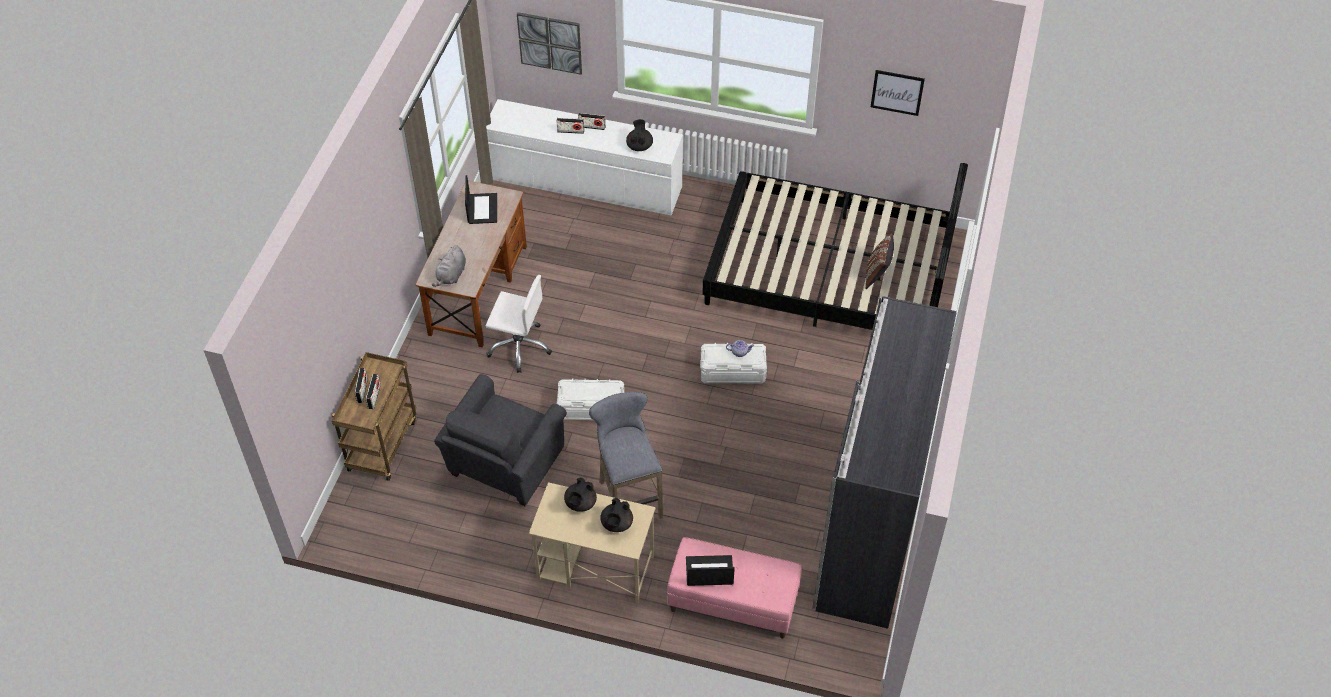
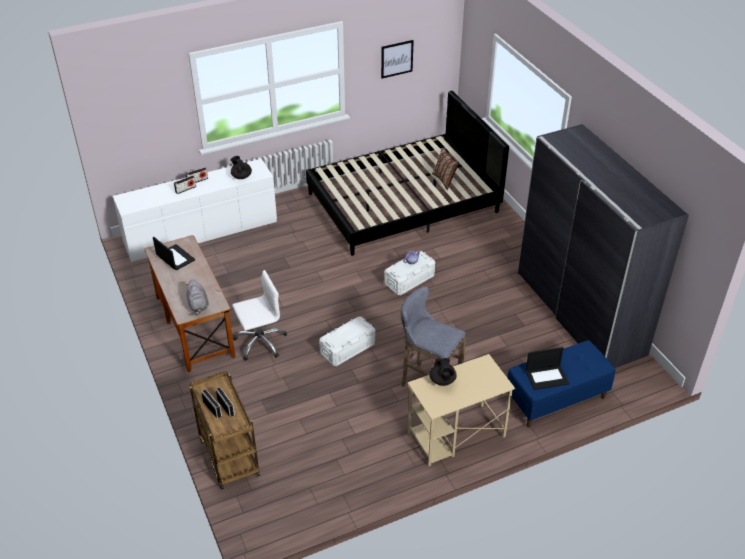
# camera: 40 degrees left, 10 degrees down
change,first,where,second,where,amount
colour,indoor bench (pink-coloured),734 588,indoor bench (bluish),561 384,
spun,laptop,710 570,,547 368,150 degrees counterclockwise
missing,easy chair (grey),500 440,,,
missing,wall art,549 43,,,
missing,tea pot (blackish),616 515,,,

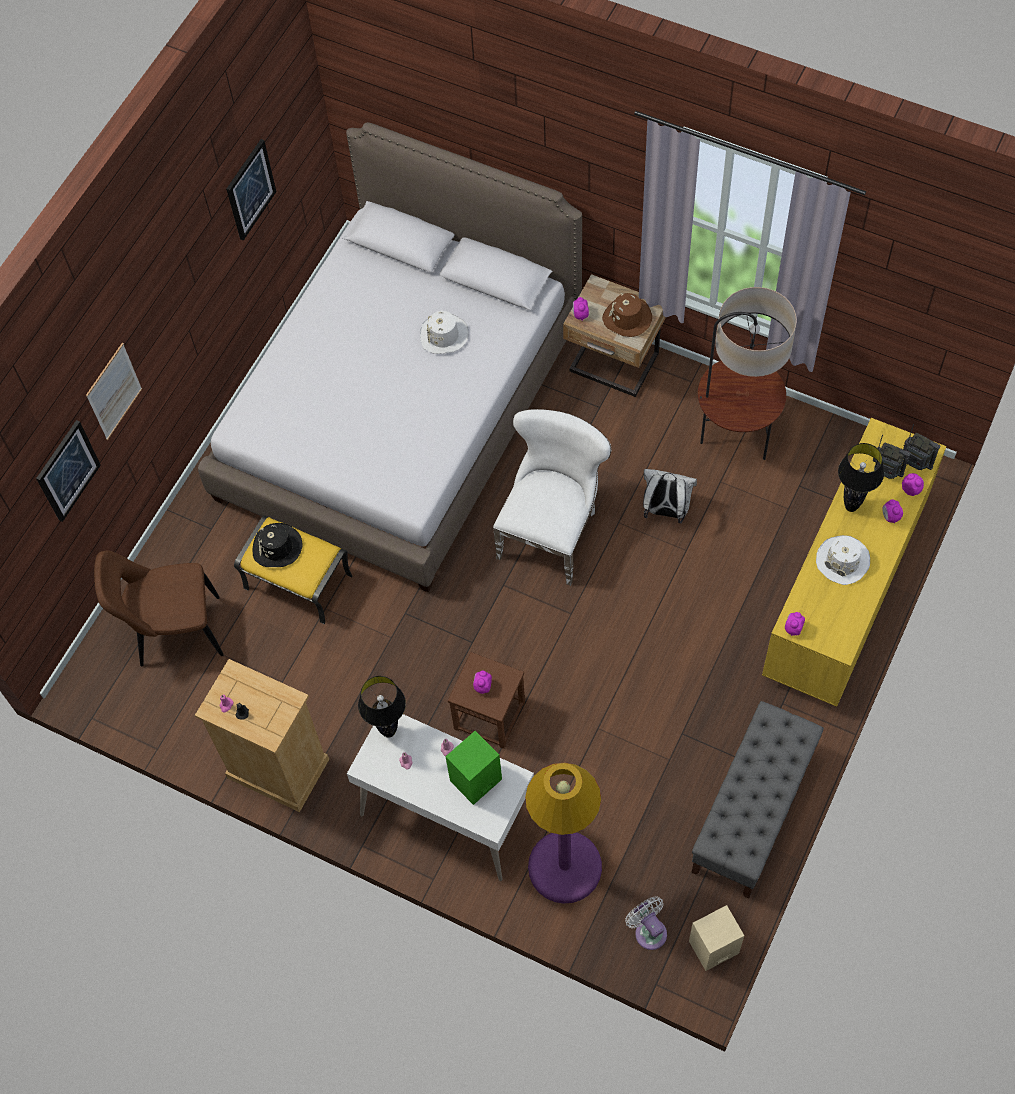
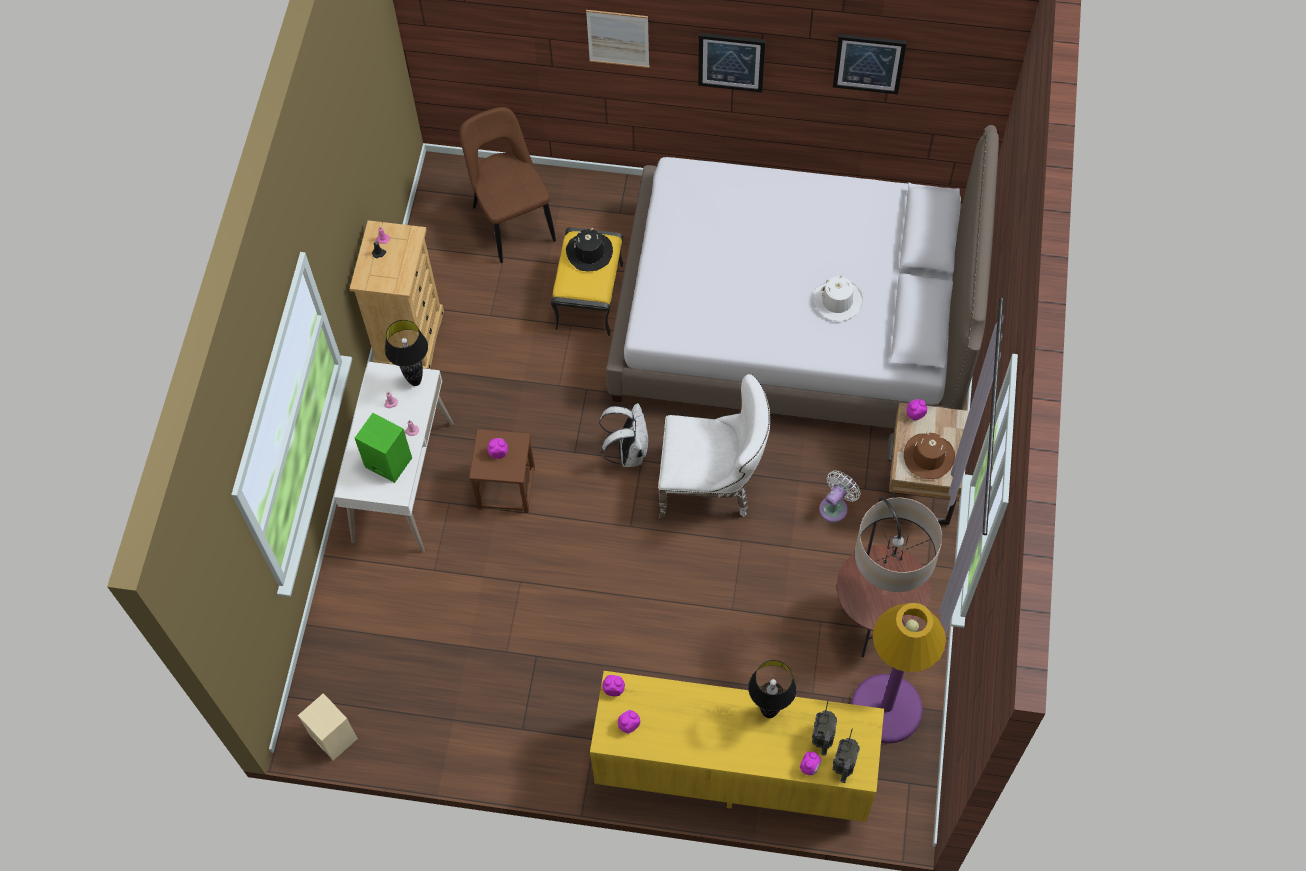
# camera: 70 degrees right, 0 degrees up
change,first,where,second,where,amount
relocated,rucksack (white-coloured),670 496,,624 435,
relocated,bedside clock,892 511,,629 722,
relocated,wall art,68 471,,732 62,
relocated,electric fan (white-coloured),646 923,,839 496,
relocated,standard lamp (purple),563 833,,898 673,
missing,indoor bench (grey),758 800,,,
missing,wearable hat (white-coloured),843 560,,,

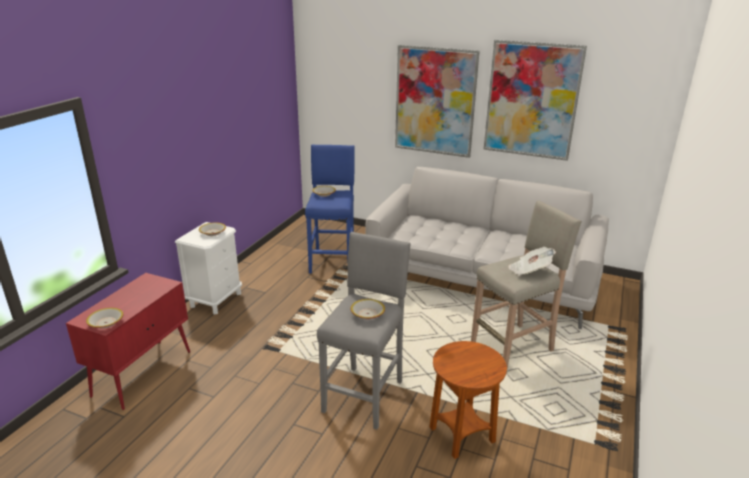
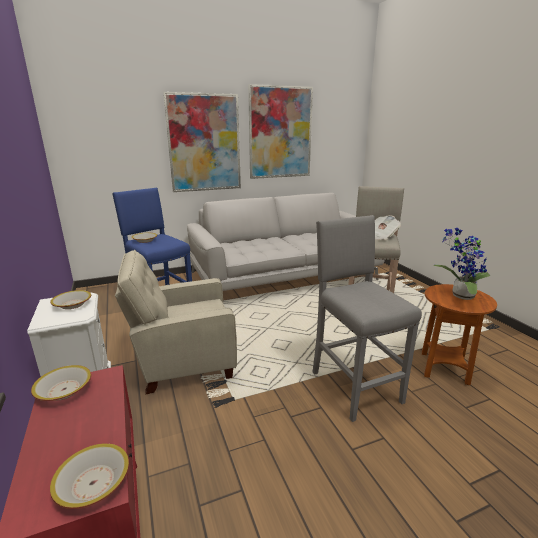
# camera: 45 degrees left, 5 degrees down
change,first,where,second,where,amount
relocated,bowl,368 309,,61 383,
appeared,,,easy chair (sand-coloured),176 322,
appeared,,,potted plant,462 264,

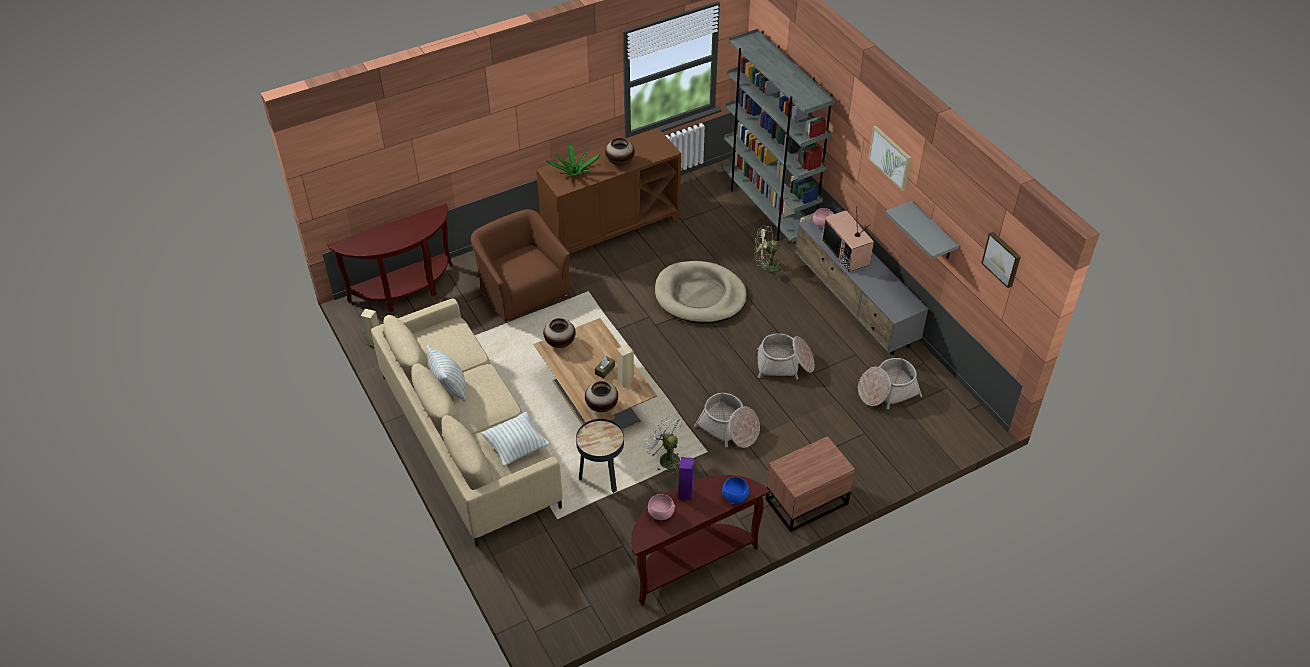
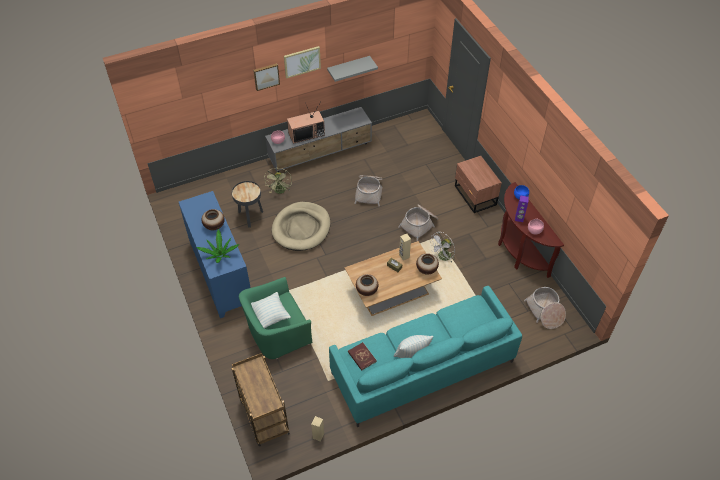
# camera: 85 degrees left, 5 degrees up
change,first,where,second,where,amount
colour,cupboard (brown),608 190,cupboard (bluish),215 254,
relocated,end table (blackish),600 456,,247 204,
exchanged,narrow table (brown),390 258,wheeled cart (brown),261 400,
colour,easy chair (brown),521 265,easy chair (green-coloured),275 318,
relocated,pillow,515 439,,271 310,
relocated,wall art,1001 260,,266 77,
colour,couch (sand-coloured),467 422,couch (turquoise),425 356,
appeared,,,bound book (red),362 356,
relocated,basket,890 383,,545 308,
missing,bookshelf (grey),778 136,,,

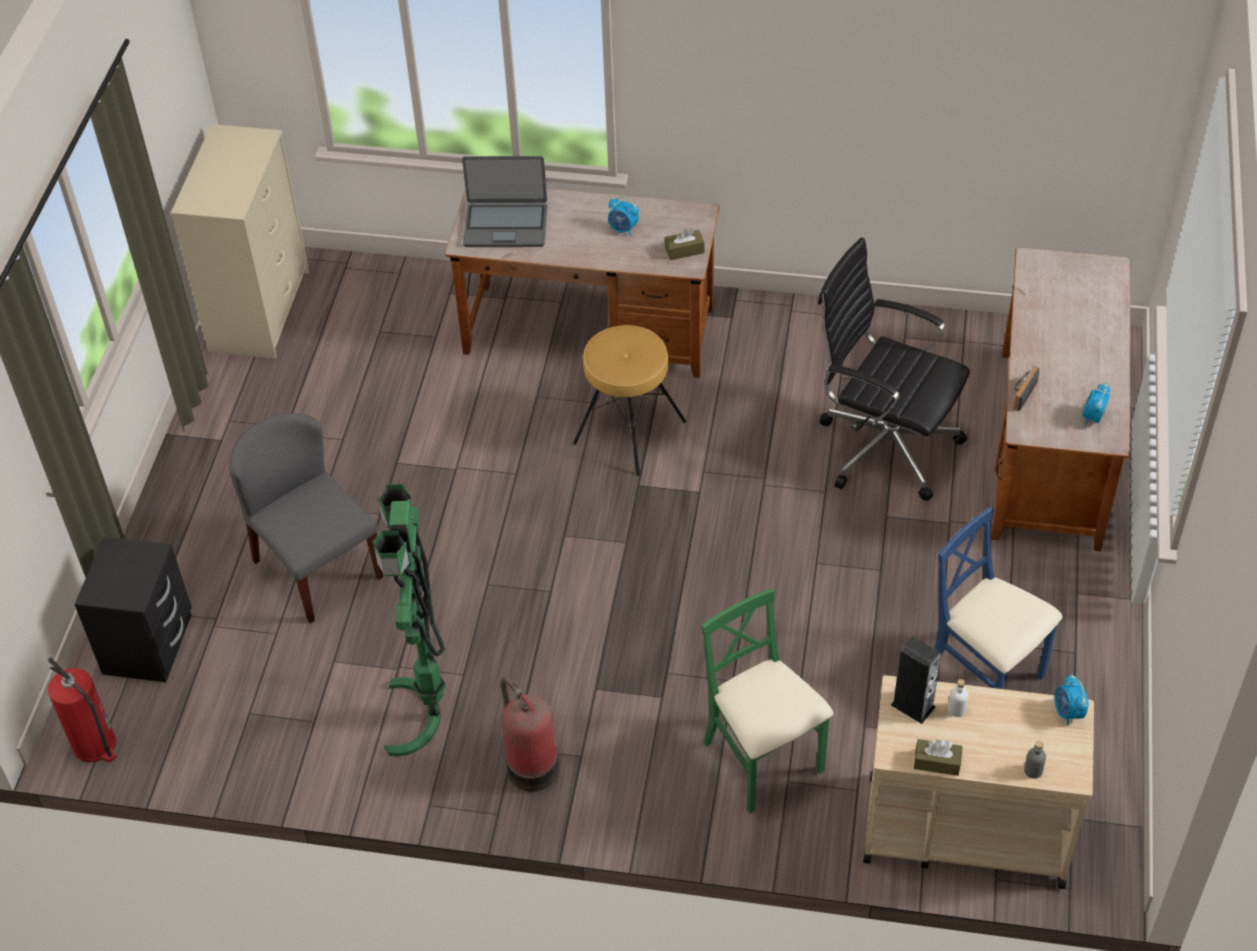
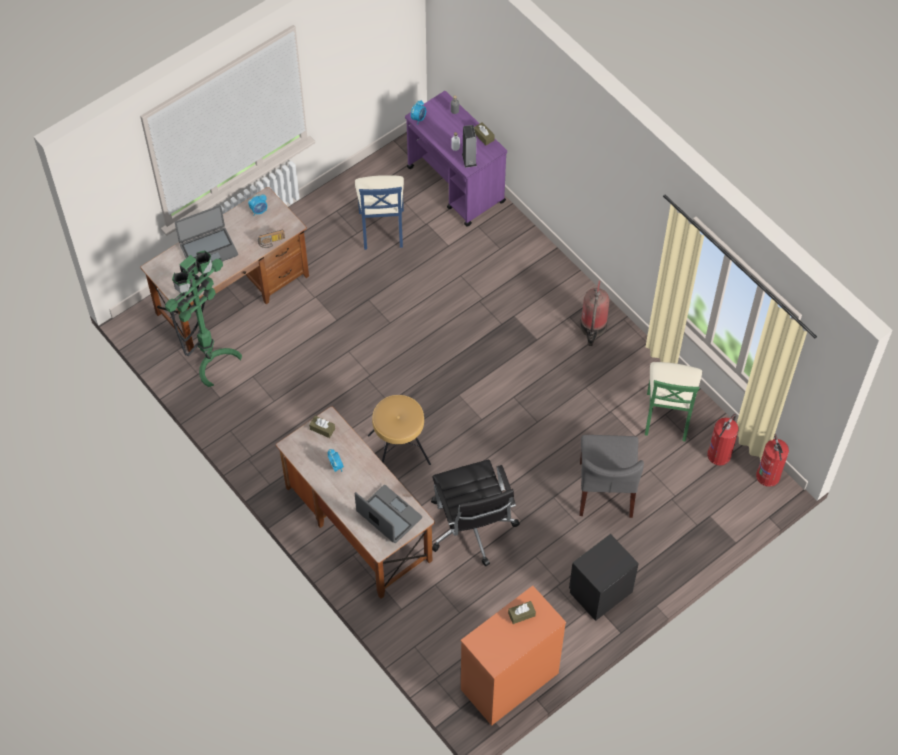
# camera: 140 degrees left, 10 degrees up
change,first,where,second,where,amount
relocated,standard lamp (green-coloured),409 620,,203 318,
appeared,,,laptop,206 233,
colour,wheeled cart (sand-coloured),978 782,wheeled cart (purple),456 159,
relocated,desk chair (blackish),894 369,,475 513,
colour,dresser (sand-coloured),240 241,dresser (orange),513 656,
appeared,,,tissue box (brown),522 612,
relocated,nightstand (blackish),133 609,,604 577,
relocated,upright chair (green-coloured),767 700,,673 401,
appeared,,,fire-fighting cylinder,723 440,

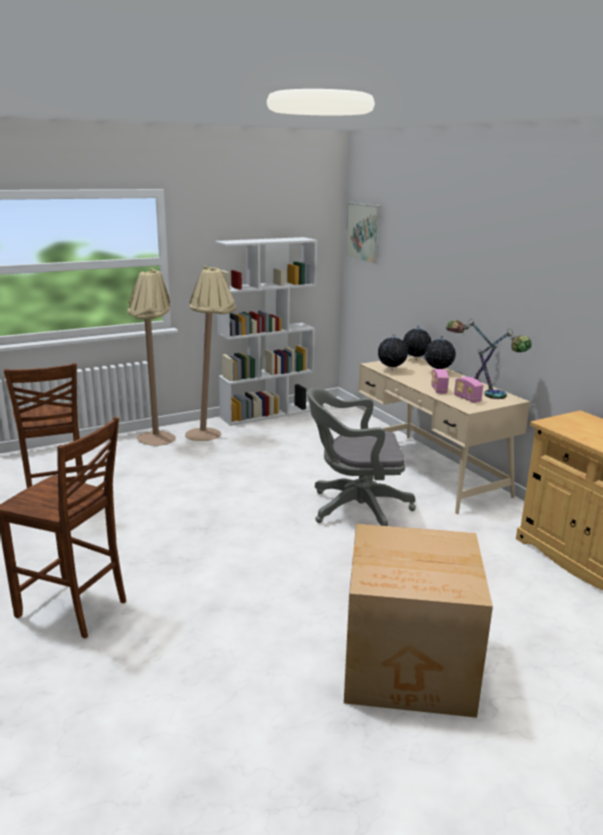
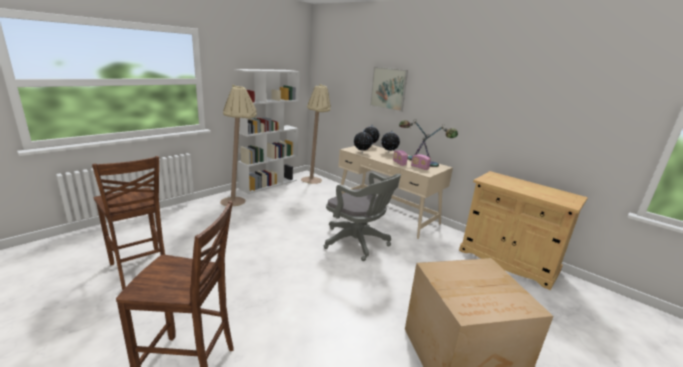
# camera: 20 degrees left, 0 degrees up
change,first,where,second,where,amount
relocated,standard lamp (sand-coloured),151 357,,316 134,
spun,desk chair (grey),362 456,,362 216,120 degrees counterclockwise
relocated,wall art,363 233,,389 89,

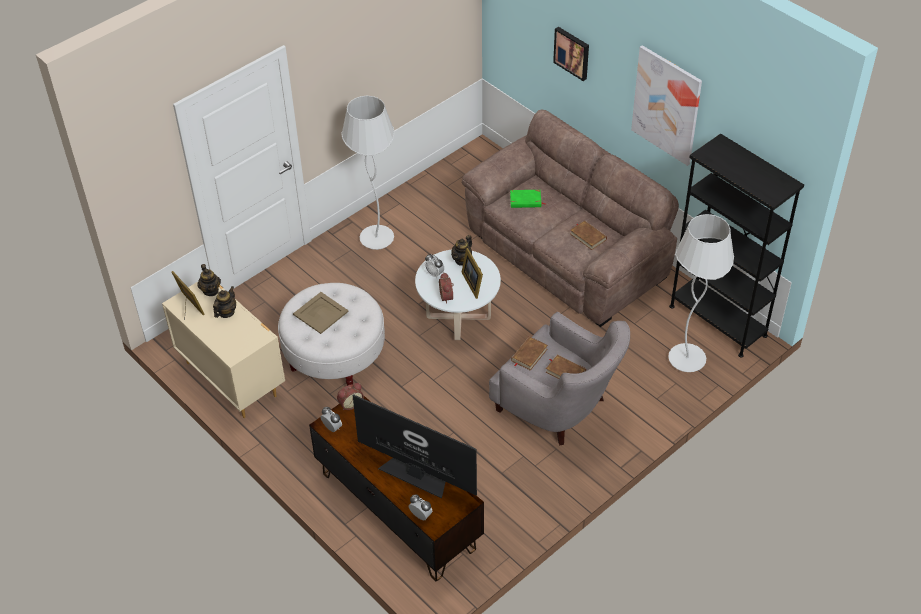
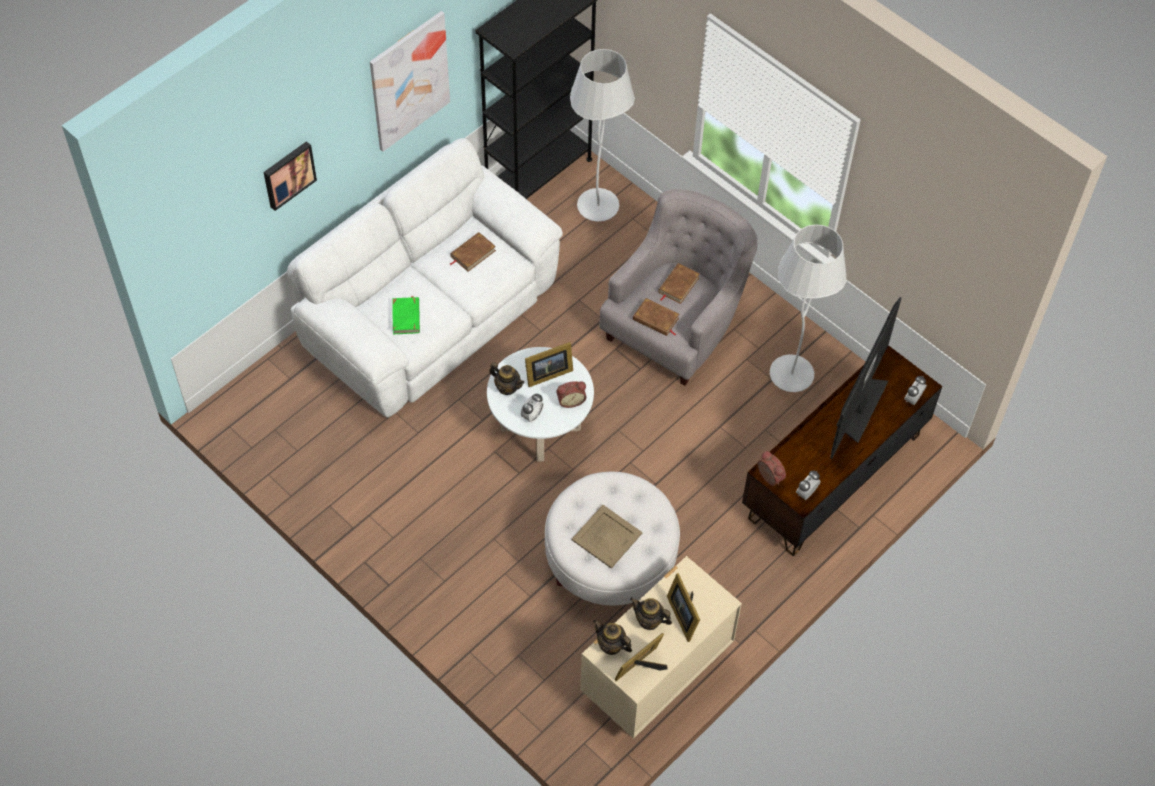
# camera: 95 degrees left, 10 degrees up
change,first,where,second,where,amount
colour,couch (brown),570 218,couch (white-coloured),425 278,
spun,tea pot,209 280,,612 637,120 degrees counterclockwise
appeared,,,photo frame,683 607,
relocated,standard lamp (white-coloured),368 173,,808 308,

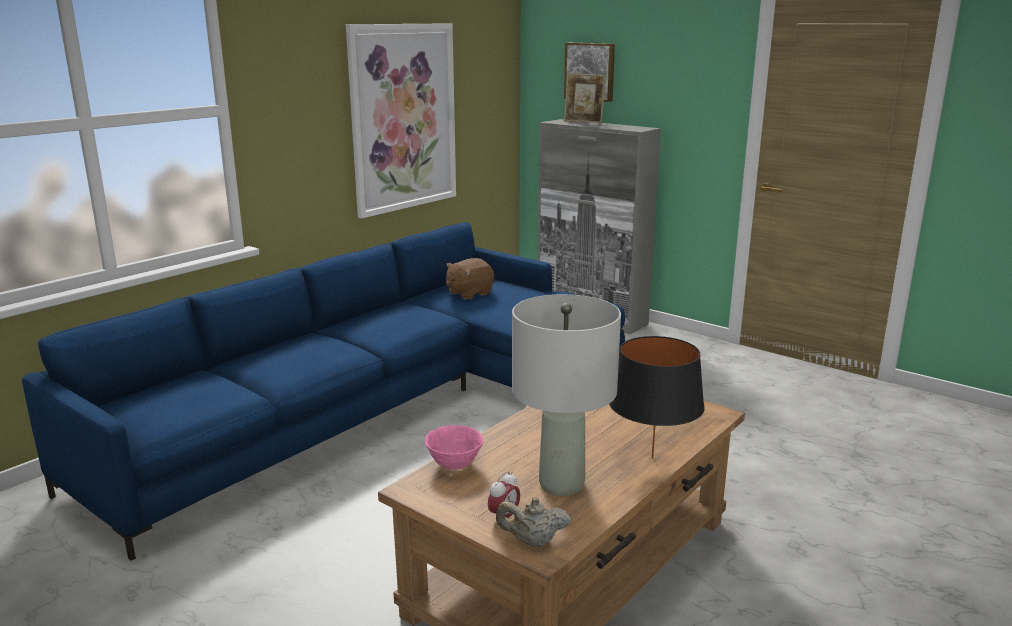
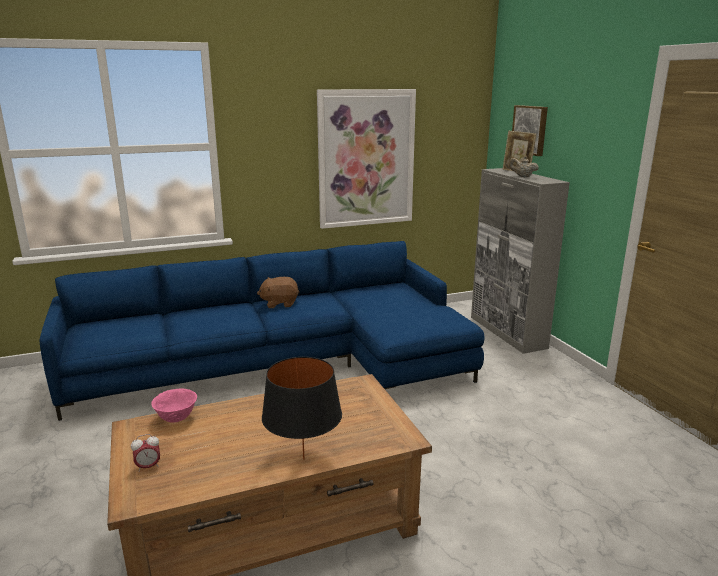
# camera: 30 degrees right, 0 degrees up
change,first,where,second,where,amount
relocated,plush toy (brown),470 279,,278 292,
relocated,tea pot (sand-coloured),533 522,,524 166,
missing,table lamp (grey),566 395,,,

